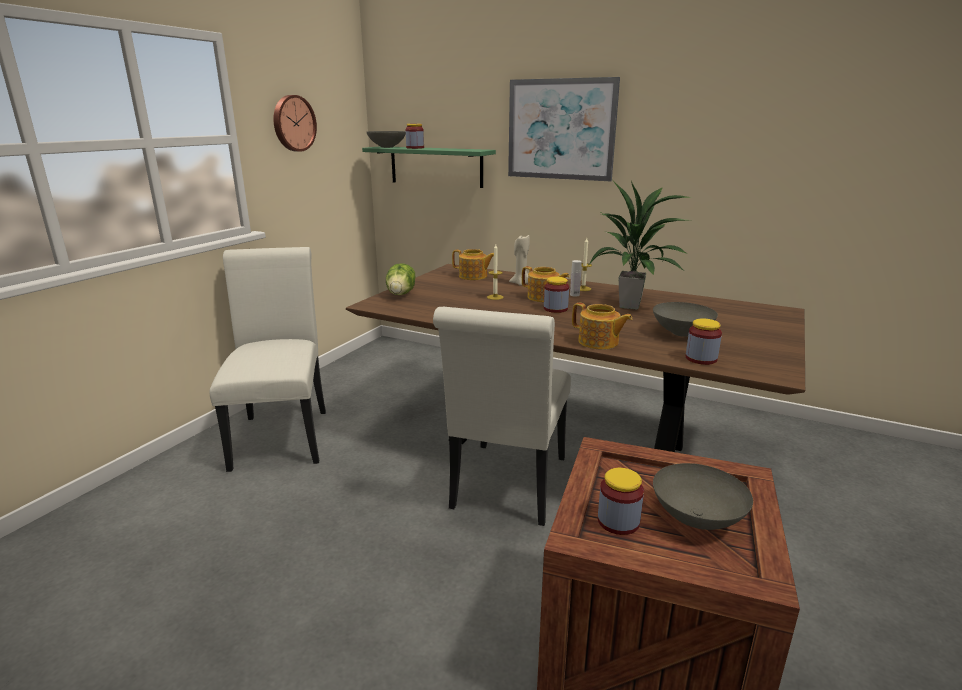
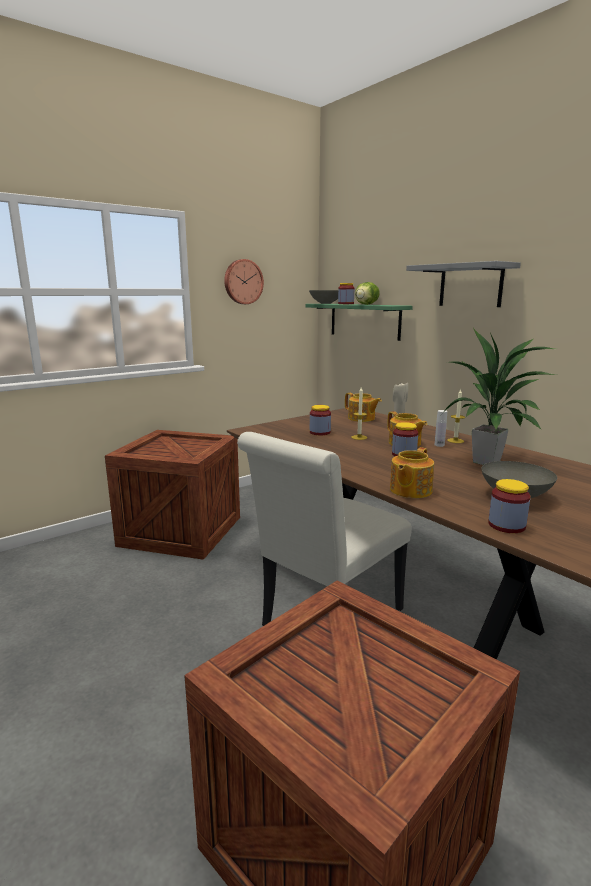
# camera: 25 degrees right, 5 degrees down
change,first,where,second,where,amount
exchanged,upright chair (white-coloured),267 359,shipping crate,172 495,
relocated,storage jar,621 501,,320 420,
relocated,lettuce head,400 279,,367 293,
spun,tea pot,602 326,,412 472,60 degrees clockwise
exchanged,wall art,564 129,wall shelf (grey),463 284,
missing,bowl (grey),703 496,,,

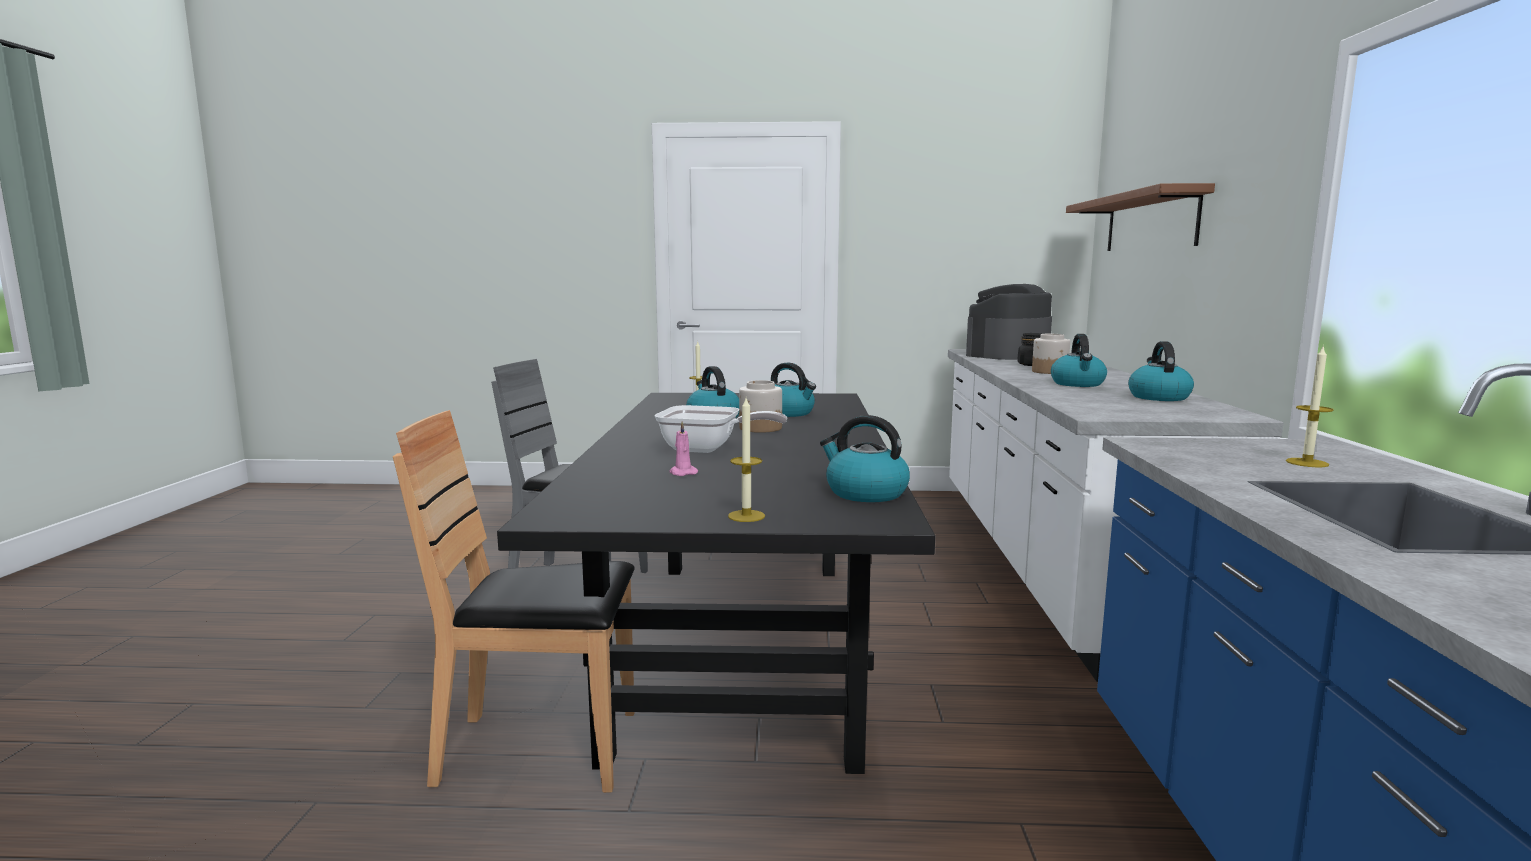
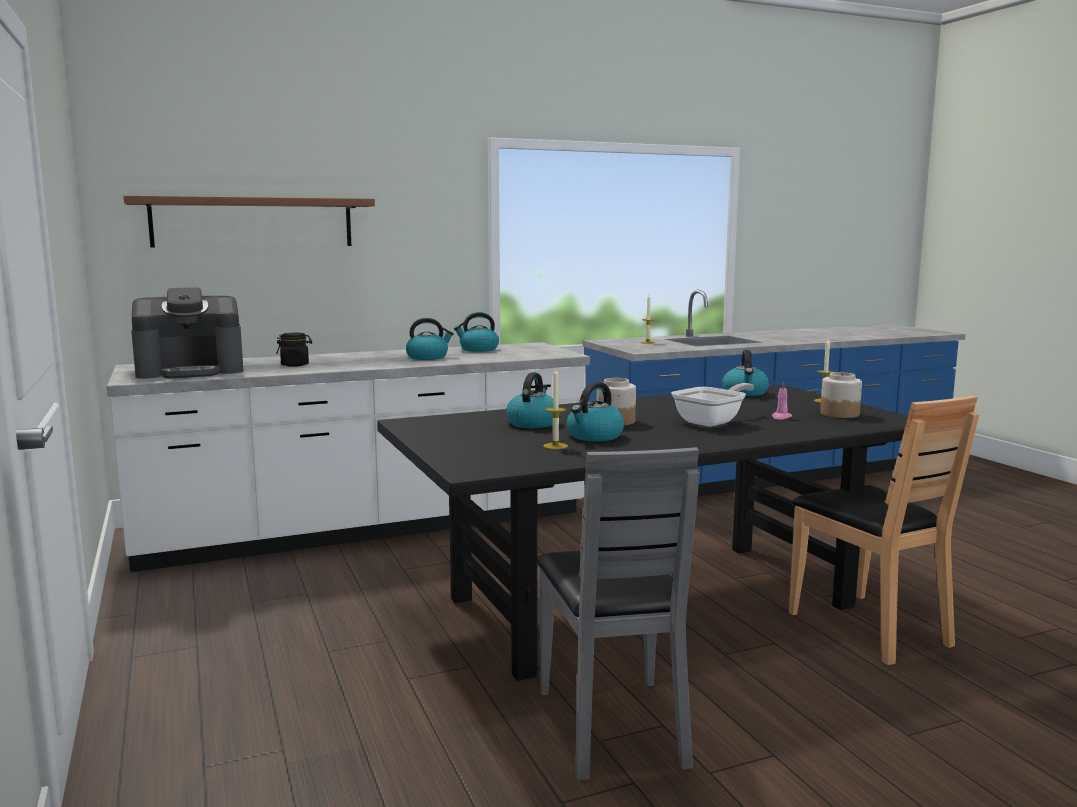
# camera: 115 degrees left, 0 degrees up
change,first,where,second,where,amount
spun,coffee maker,1009 322,,187 332,45 degrees counterclockwise
spun,skillet,721 429,,712 405,60 degrees clockwise
relocated,storage jar,1051 354,,841 395,

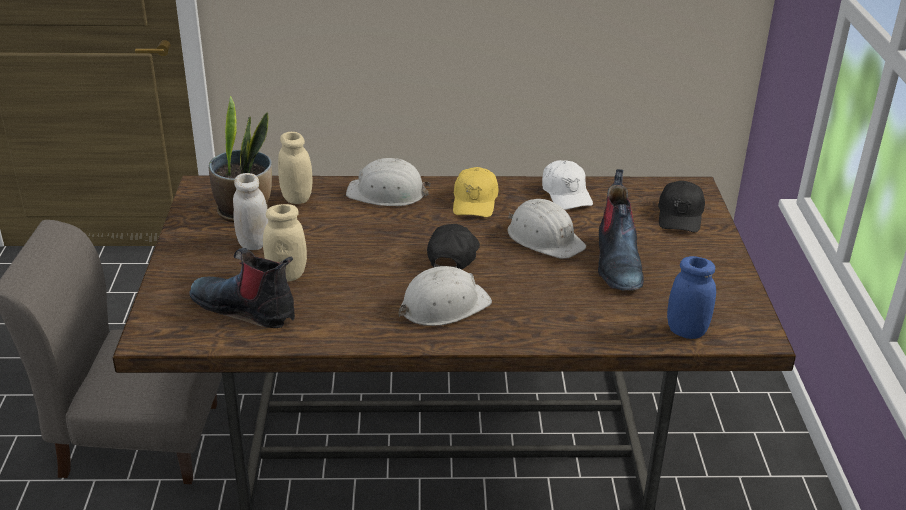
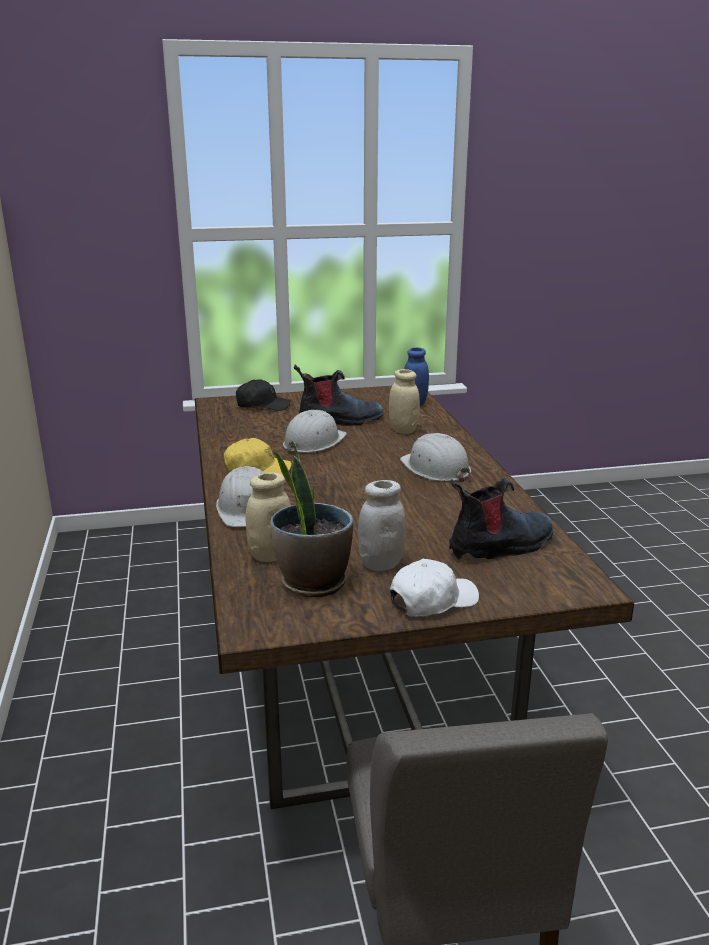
# camera: 100 degrees left, 10 degrees down
change,first,where,second,where,amount
relocated,storage jar (sand-coloured),285 243,,404 401,
relocated,baseball cap (white-coloured),567 185,,434 588,
spun,tall boot,242 288,,501 518,135 degrees counterclockwise
missing,baseball cap (blackish),453 247,,,

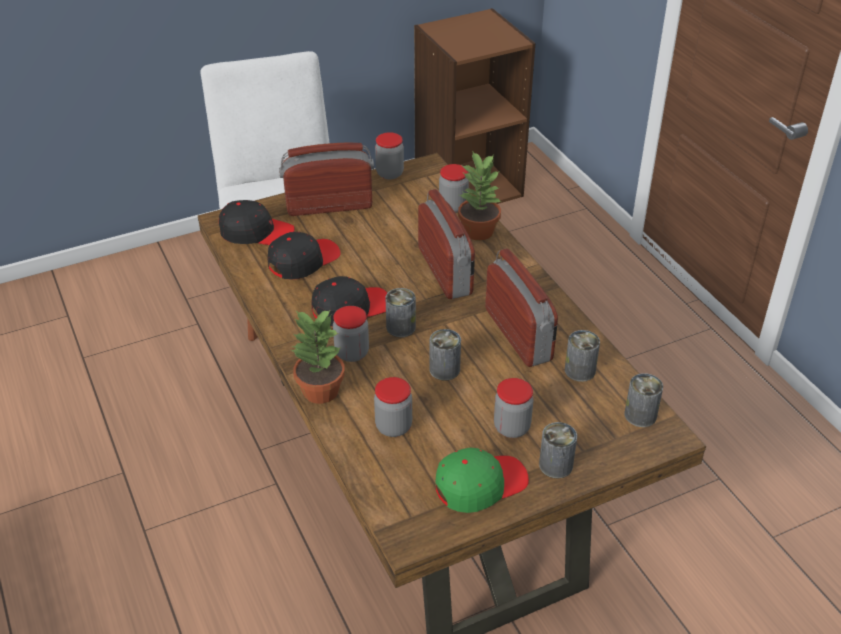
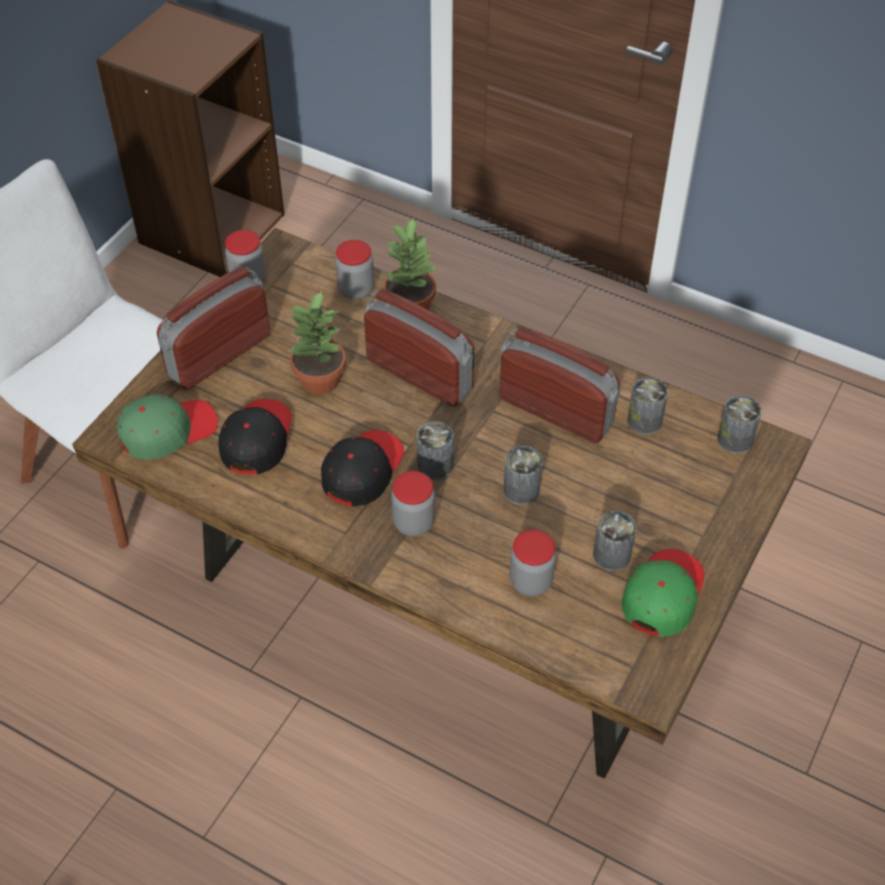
# camera: 35 degrees left, 10 degrees up
change,first,where,second,where,amount
colour,baseball cap (blackish),257 222,baseball cap (green-coloured),167 427,
relocated,potted plant,318 356,,317 342,
relocated,can,558 450,,614 541,
missing,storage jar,513 408,,,

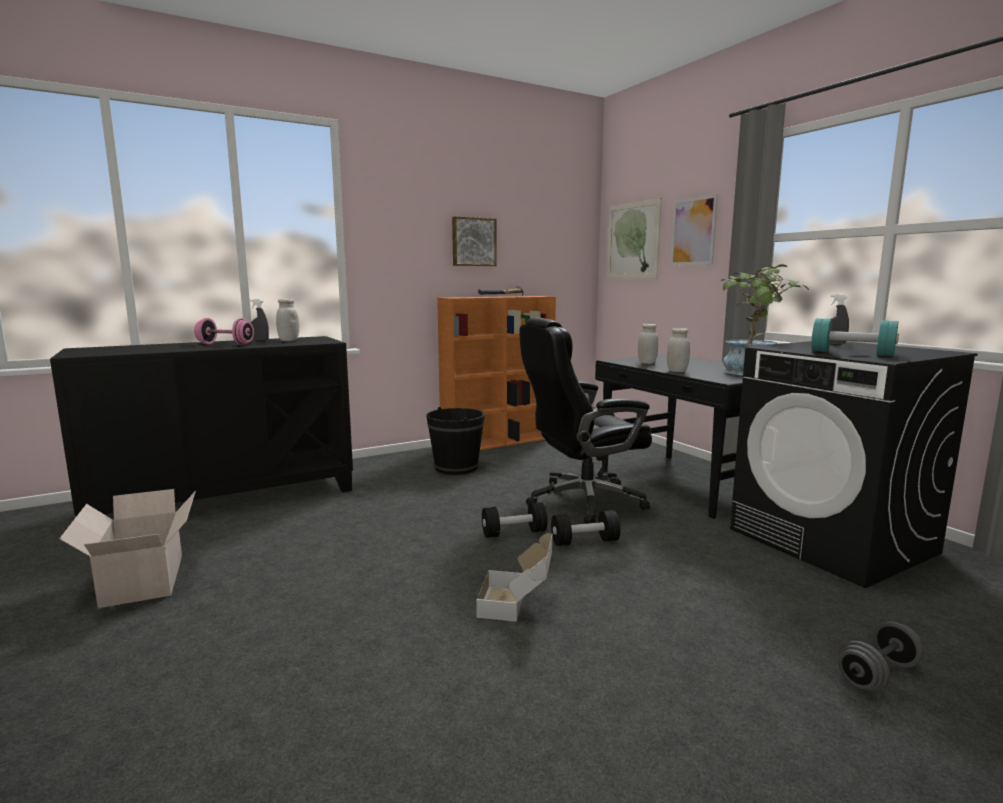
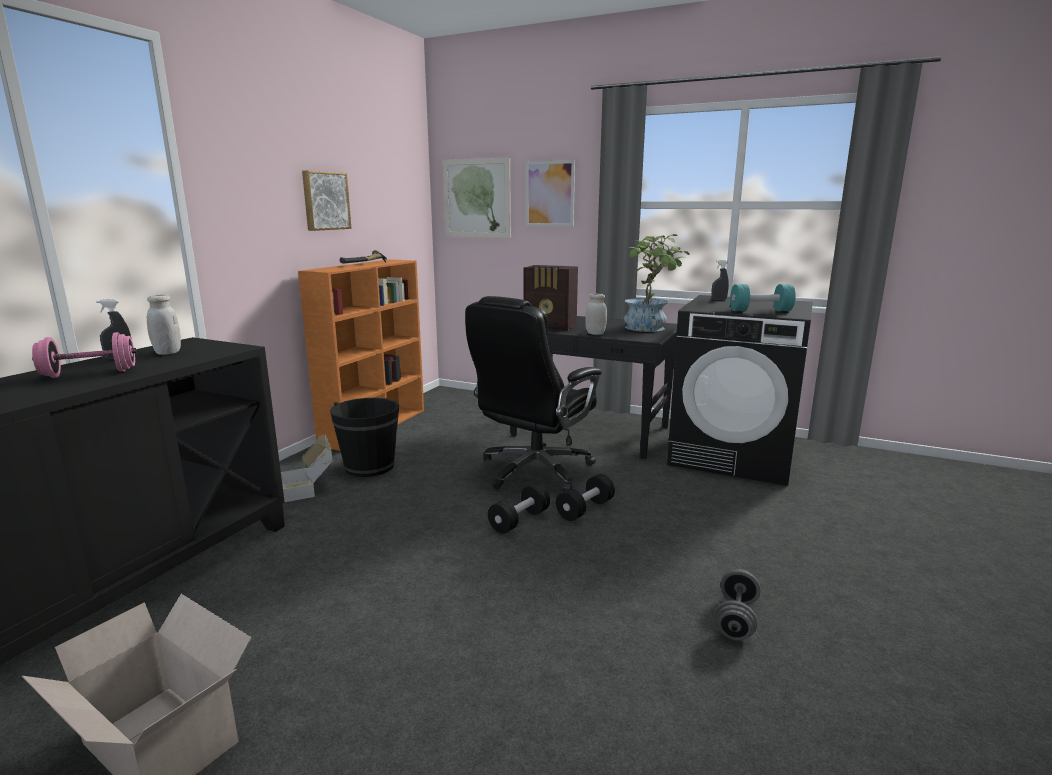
# camera: 35 degrees left, 5 degrees up
change,first,where,second,where,amount
relocated,packing box,514 577,,306 468,
exchanged,storage jar (white-coloured),648 344,radio receiver,550 298,
relocated,free weight (grey),880 656,,737 605,

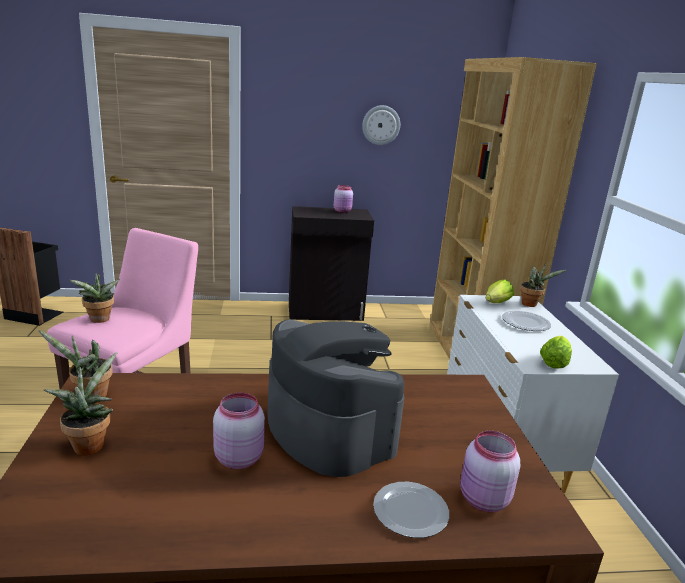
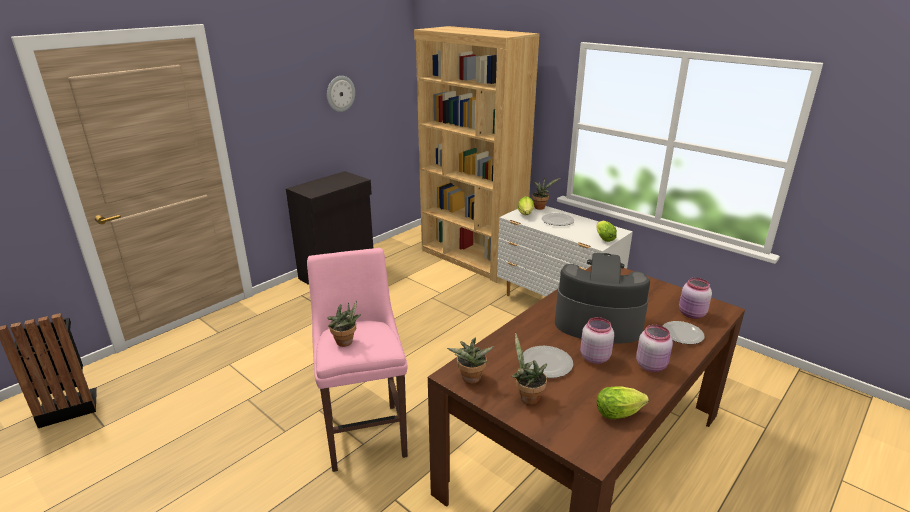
# camera: 40 degrees left, 5 degrees up
change,first,where,second,where,amount
appeared,,,flat dish,548 362,
appeared,,,lettuce head,623 402,
relocated,storage jar (pink-coloured),343 199,,654 348,

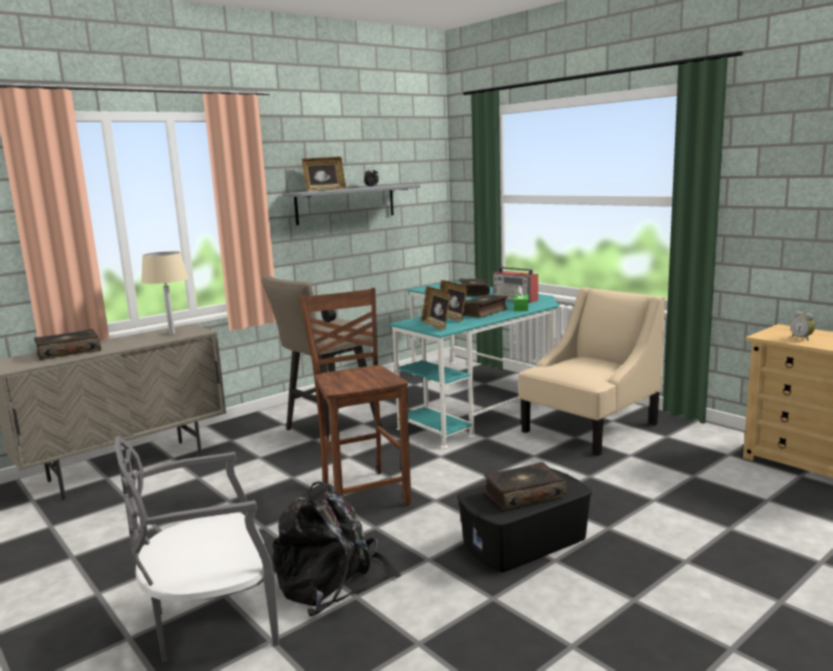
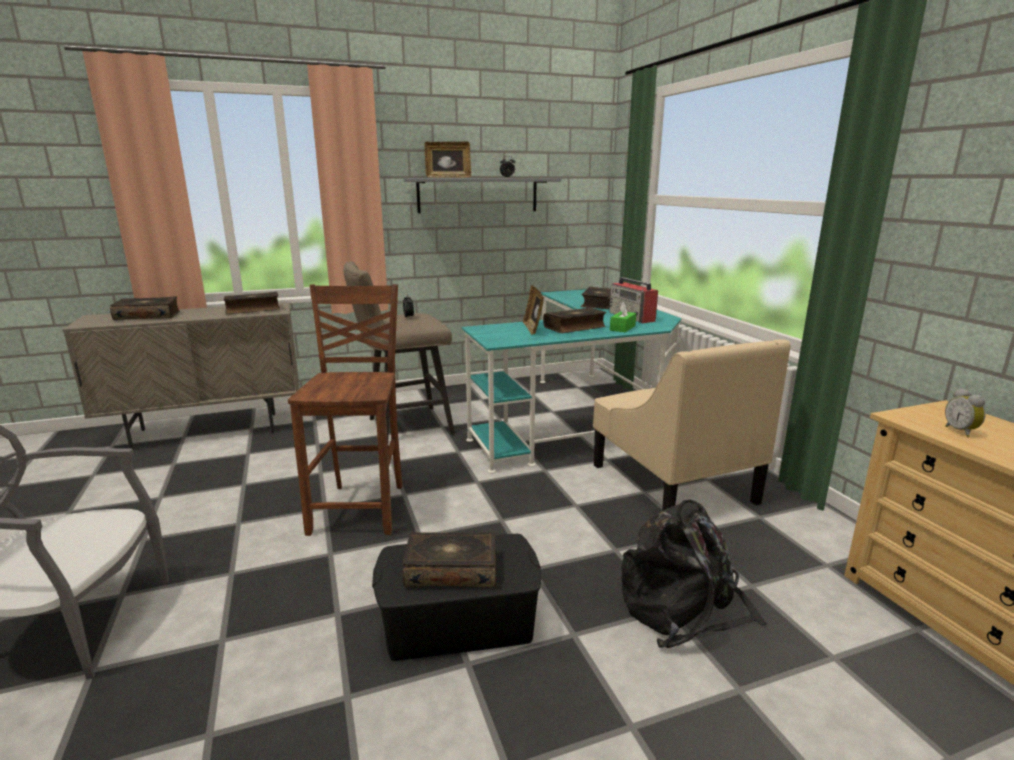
# camera: 20 degrees right, 5 degrees up
change,first,where,second,where,amount
exchanged,table lamp (sand-coloured),164 293,bound book,252 303,
spun,easy chair (sand-coloured),592 371,,692 425,90 degrees clockwise
relocated,rucksack (blackish),336 548,,694 574,
missing,photo frame,436 308,,,

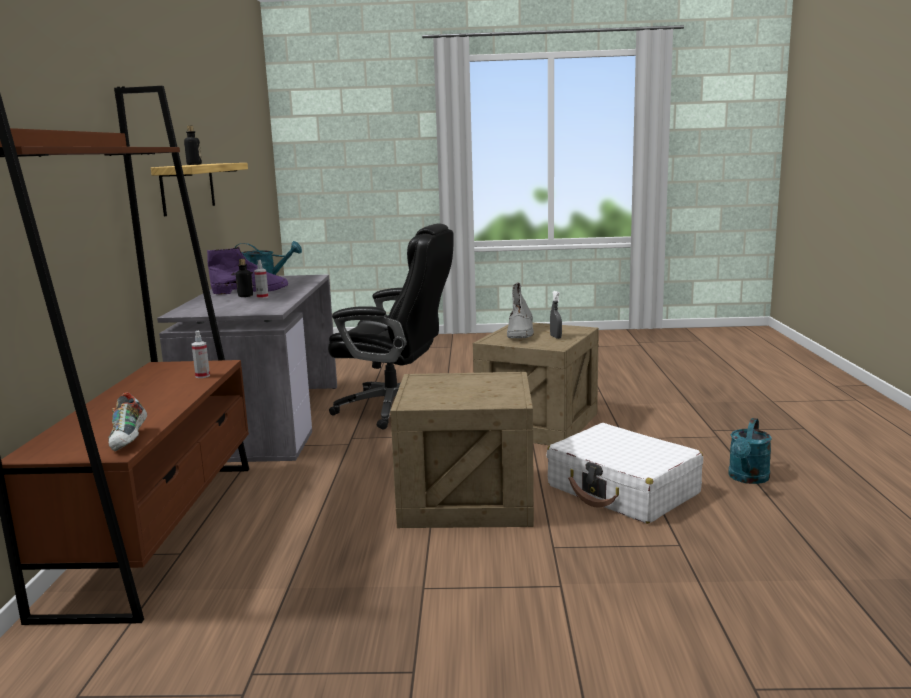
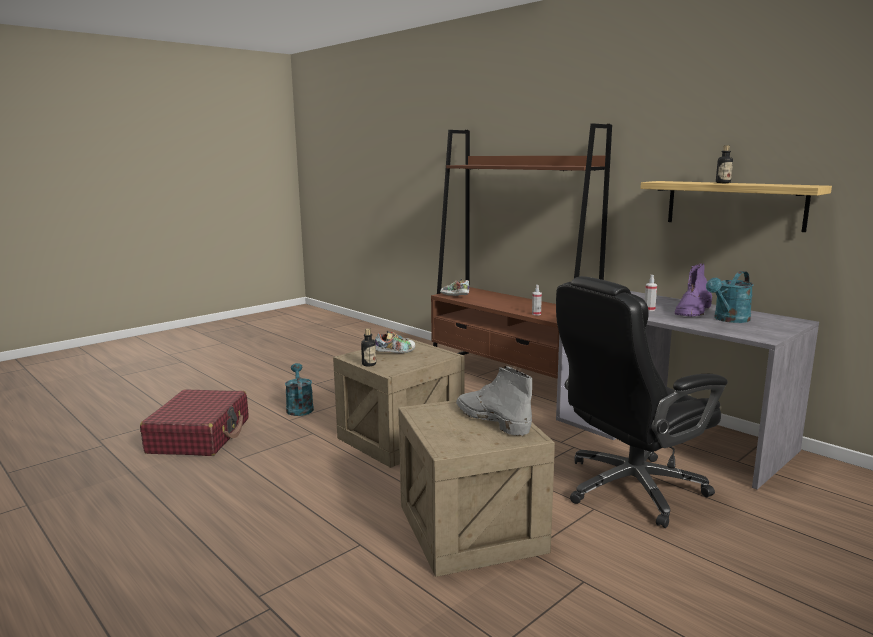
# camera: 135 degrees right, 0 degrees up
change,first,where,second,where,amount
appeared,,,travel case (red),194 422,
relocated,watering can (turquoise),750 451,,299 389,
relocated,drink bottle,244 278,,368 347,
appeared,,,low shoe,395 342,
missing,travel case (white-coloured),624 473,,,
missing,spray bottle (grey),556 315,,,

